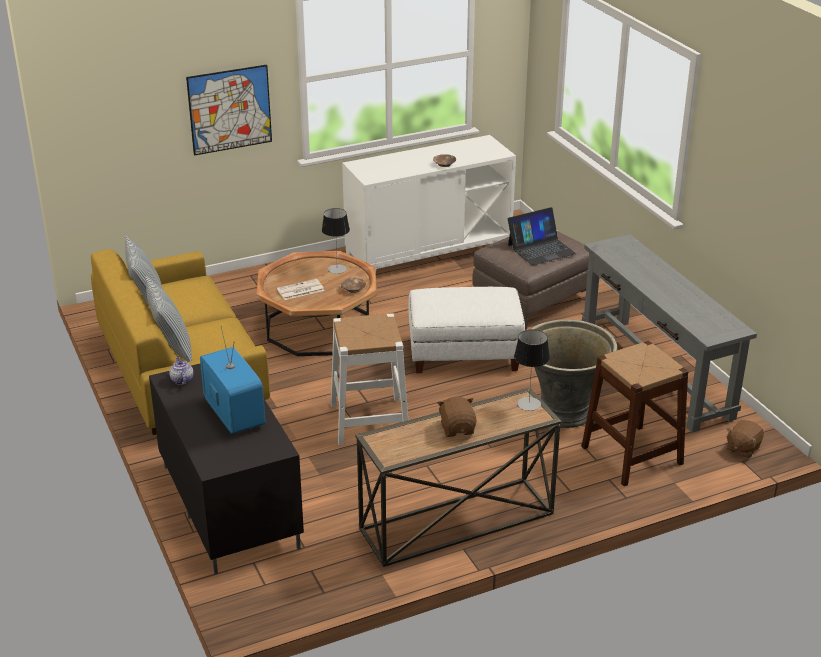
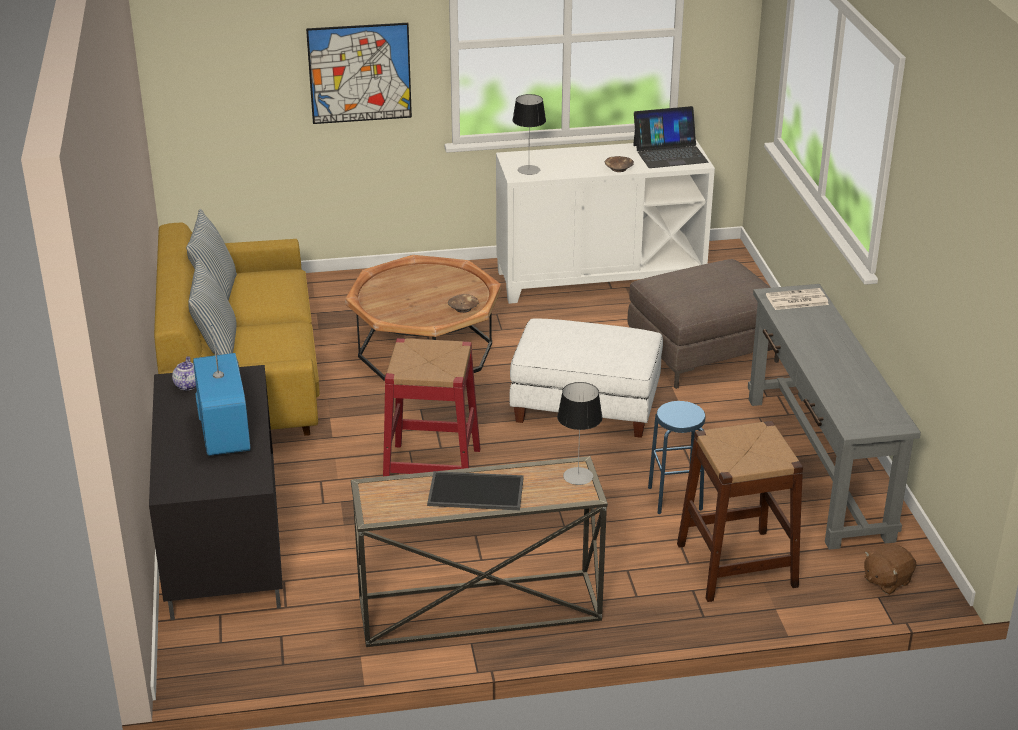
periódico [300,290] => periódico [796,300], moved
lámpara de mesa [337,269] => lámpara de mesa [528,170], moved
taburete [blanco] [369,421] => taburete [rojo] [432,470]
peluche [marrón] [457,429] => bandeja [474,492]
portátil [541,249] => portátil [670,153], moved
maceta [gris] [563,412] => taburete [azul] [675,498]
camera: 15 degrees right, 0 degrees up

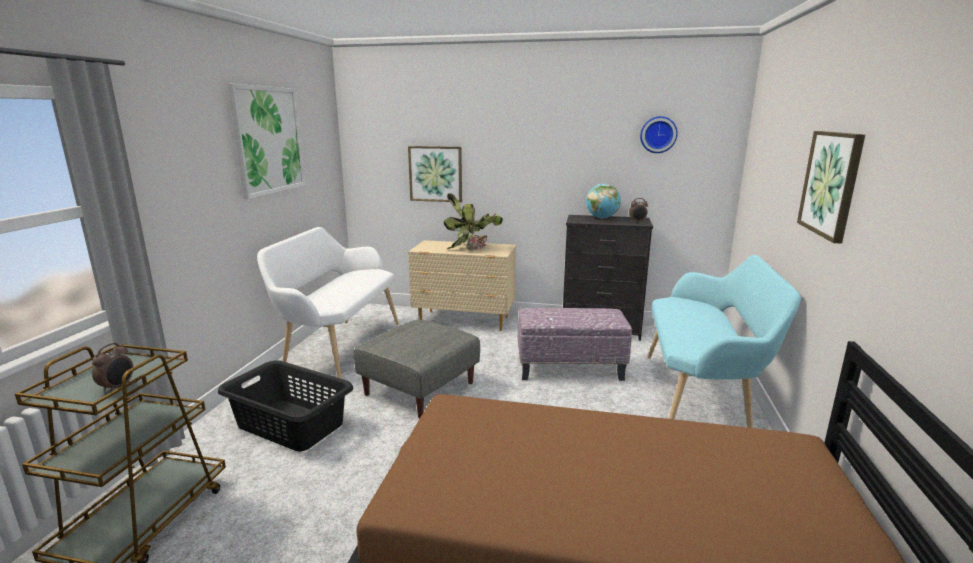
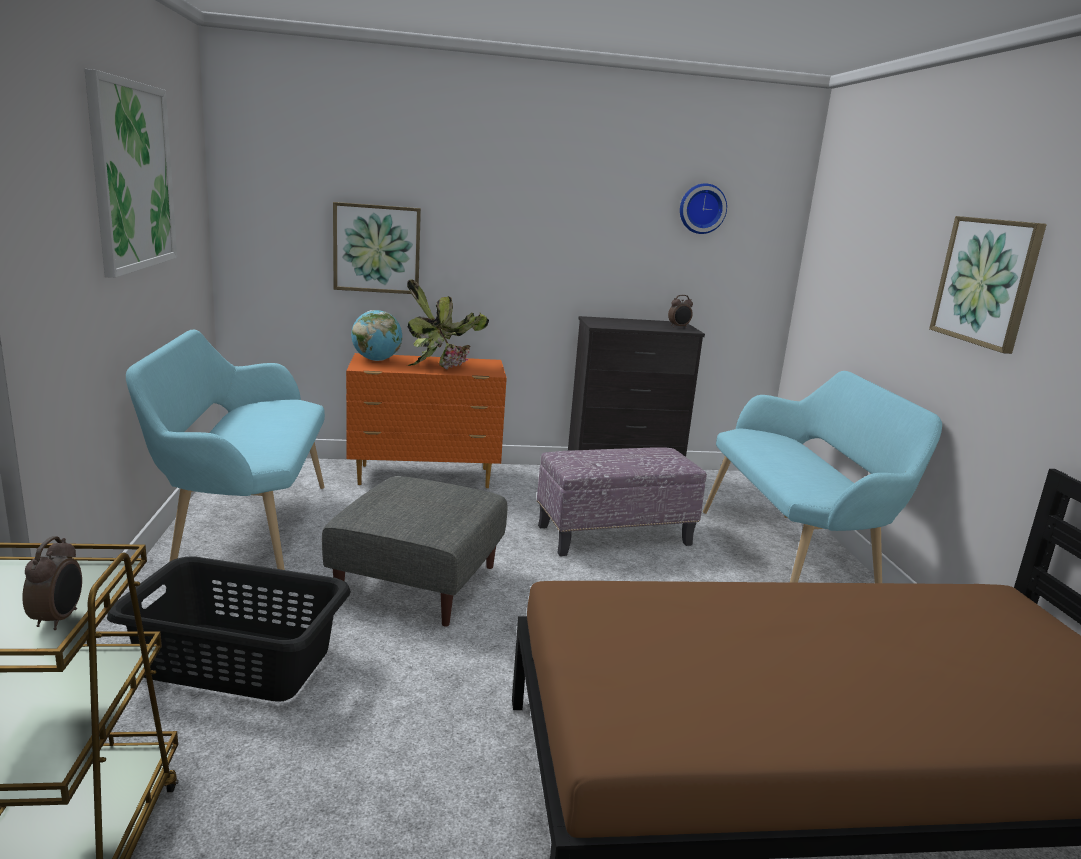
banco [blanco] [339,347] => banco [turquesa] [244,530]
cómoda [beis] [465,321] => cómoda [naranja] [426,477]
globo terráqueo [602,218] => globo terráqueo [376,360], moved
camera: 20 degrees left, 0 degrees up

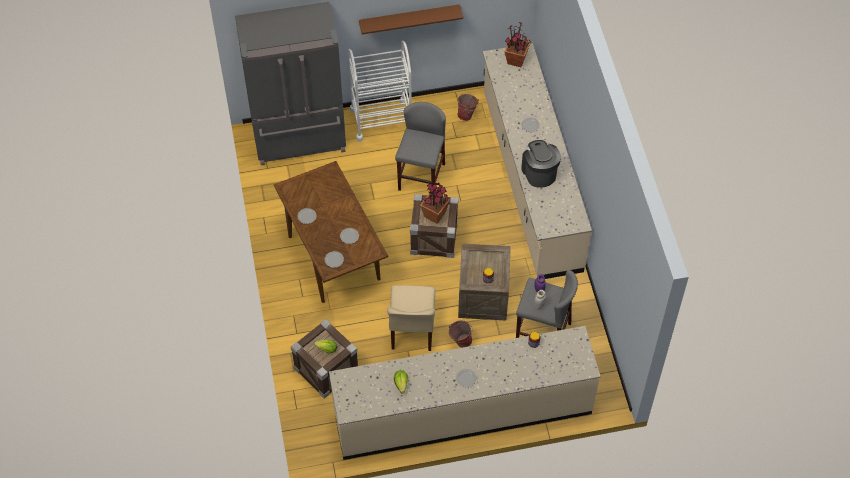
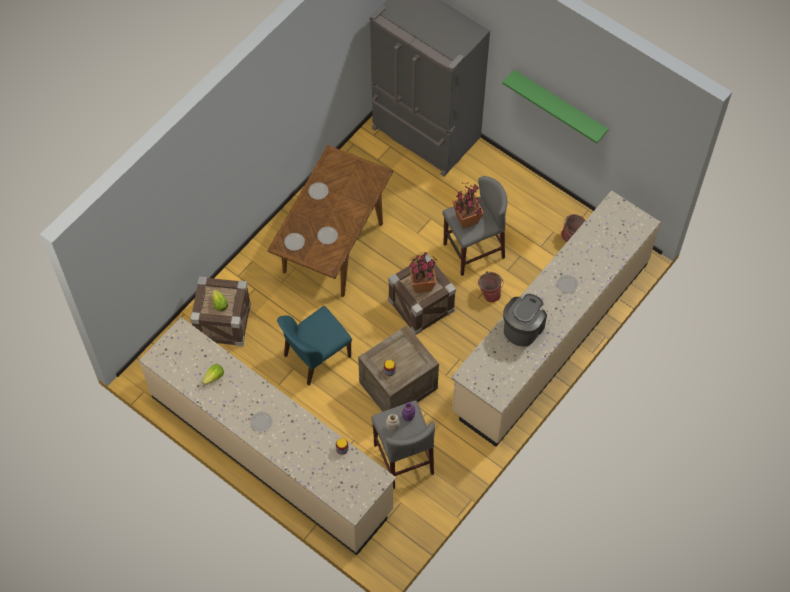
carrito [blanco] [381,120] => nothing
estante [marrón] [409,19] => estante [verde] [559,105]
silla [beis] [412,330] => silla [azul] [316,357]
cubo [460,341] => cubo [489,293], moved
planta en maceta [516,60] => planta en maceta [466,219], moved
camera: 50 degrees right, 5 degrees up

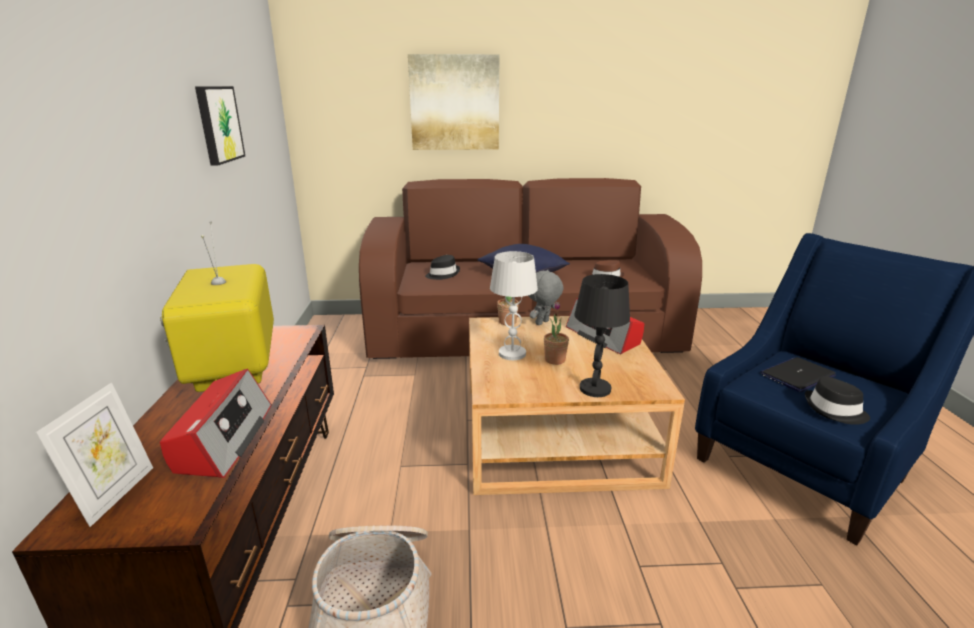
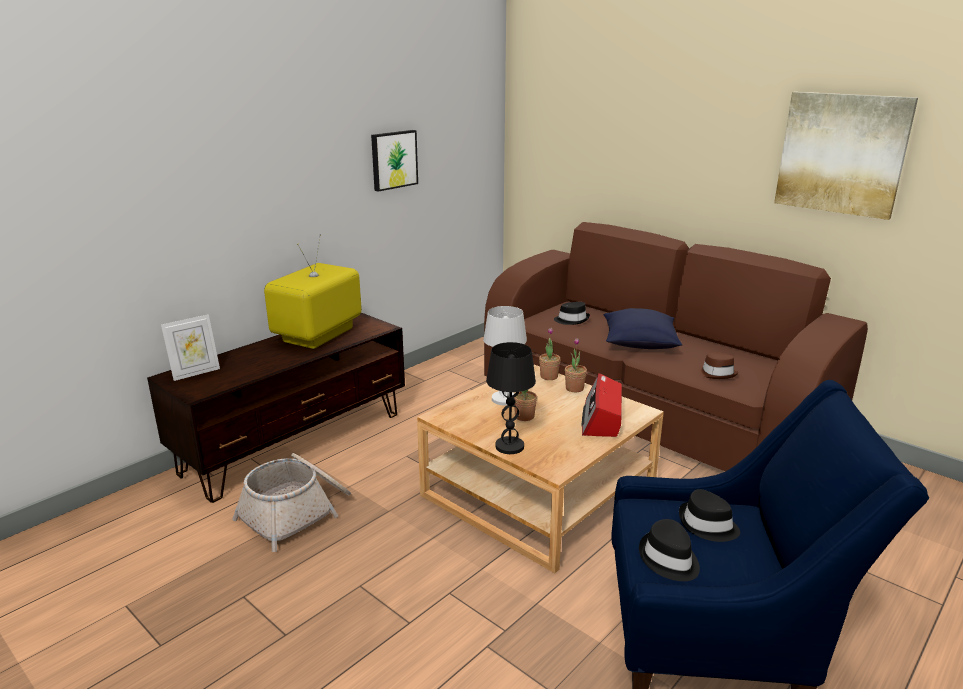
radio [223,438] => nothing
cuadro [454,103] => cuadro [841,154], moved
peluche [gris] [543,323] => planta en maceta [574,388]
portátil [797,375] => sombrero [negro] [707,525]
camera: 45 degrees right, 0 degrees up

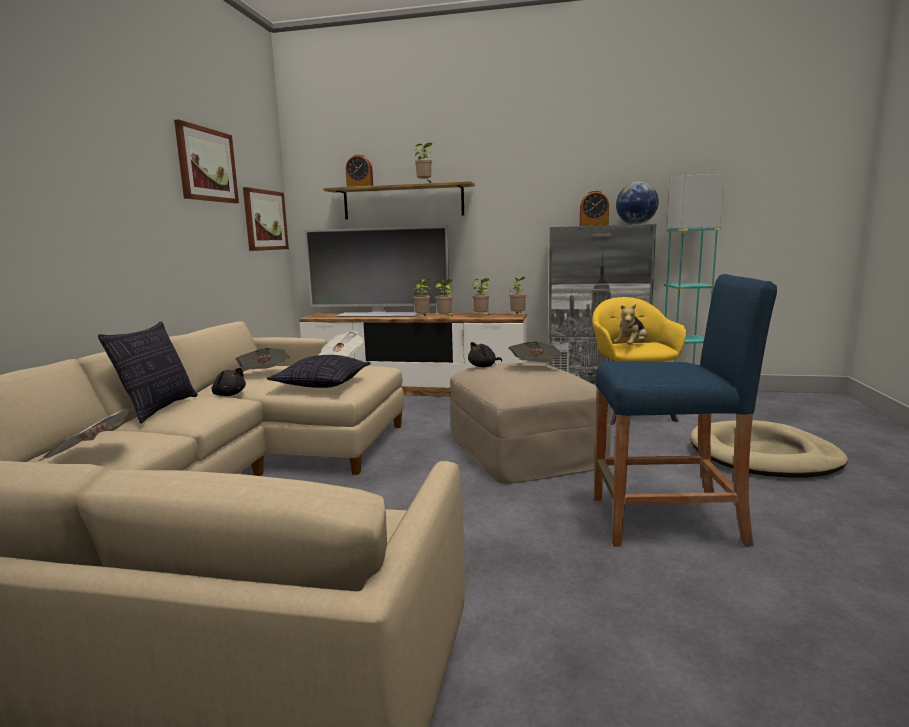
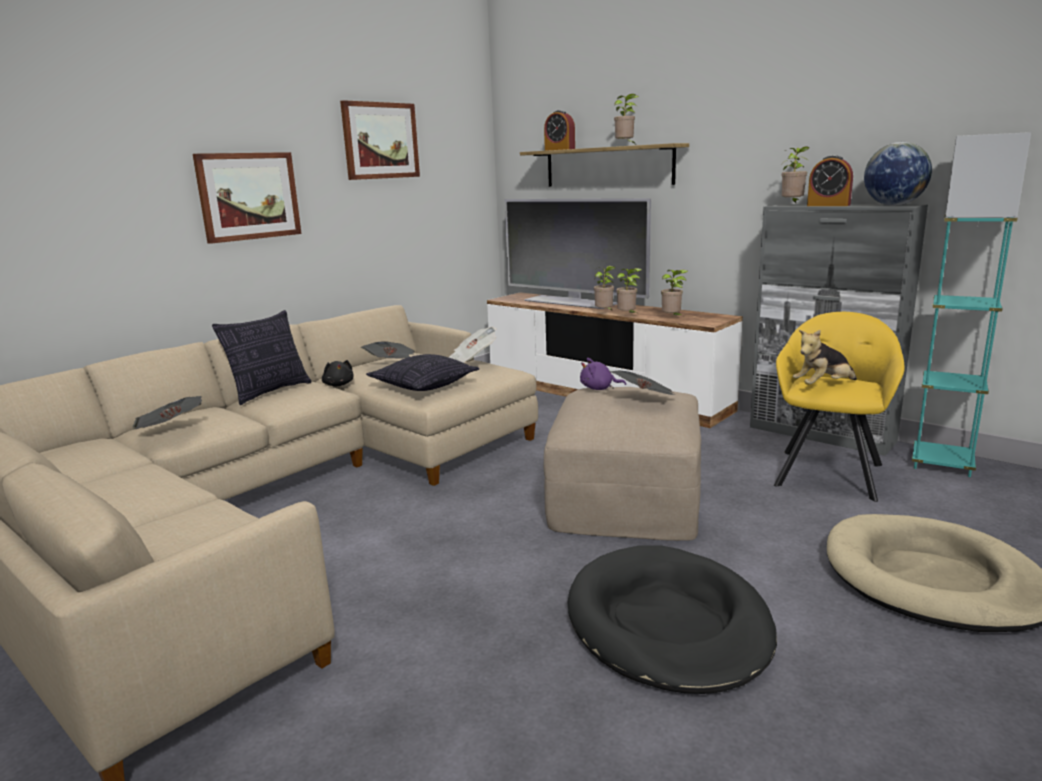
cuadro [265,220] => cuadro [249,196], moved
peluche [negro] [484,366] => peluche [morado] [599,388]
planta en maceta [518,316] => planta en maceta [792,205], moved
taburete [azul] [666,521] => cama para perro [negro] [668,624]
camera: 30 degrees right, 5 degrees up

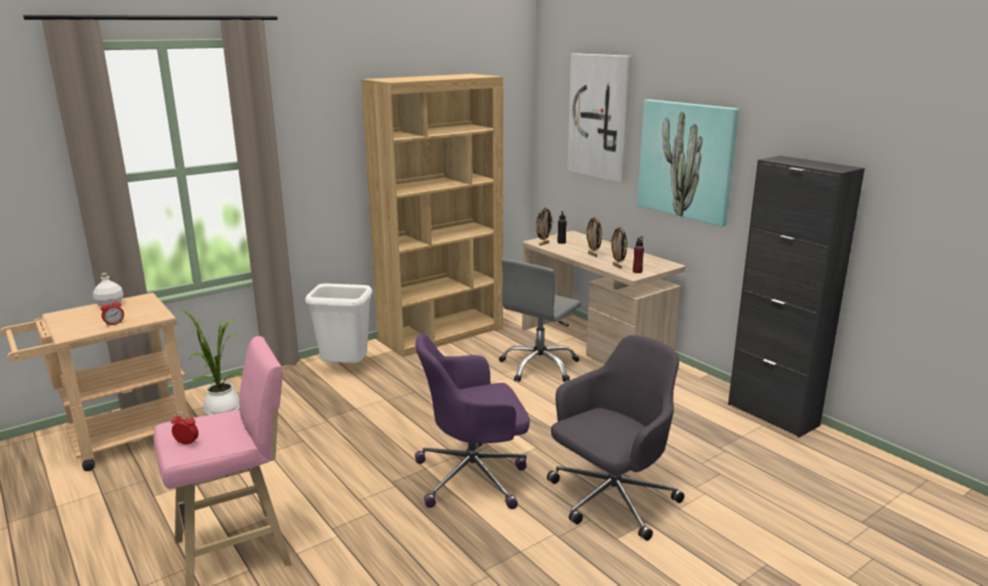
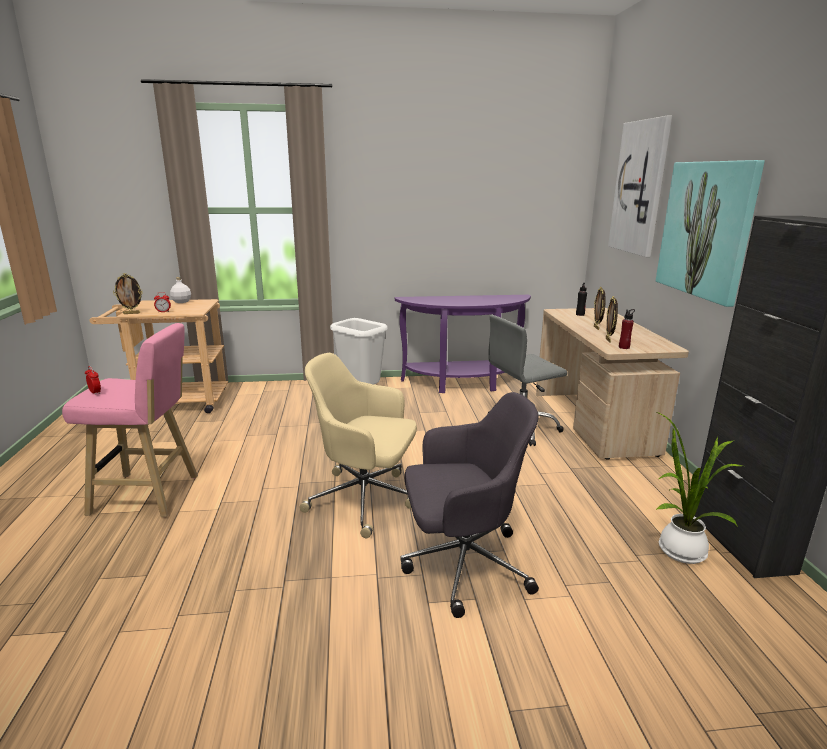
planta en maceta [220,409] => planta en maceta [678,549], moved
estantería [marrón] [441,334] => mesa consola [morado] [463,384]
silla de oficina [morado] [474,476] => silla de oficina [beis] [365,499]
portarretratos [543,244] => portarretratos [132,313], moved
camera: 30 degrees right, 0 degrees up

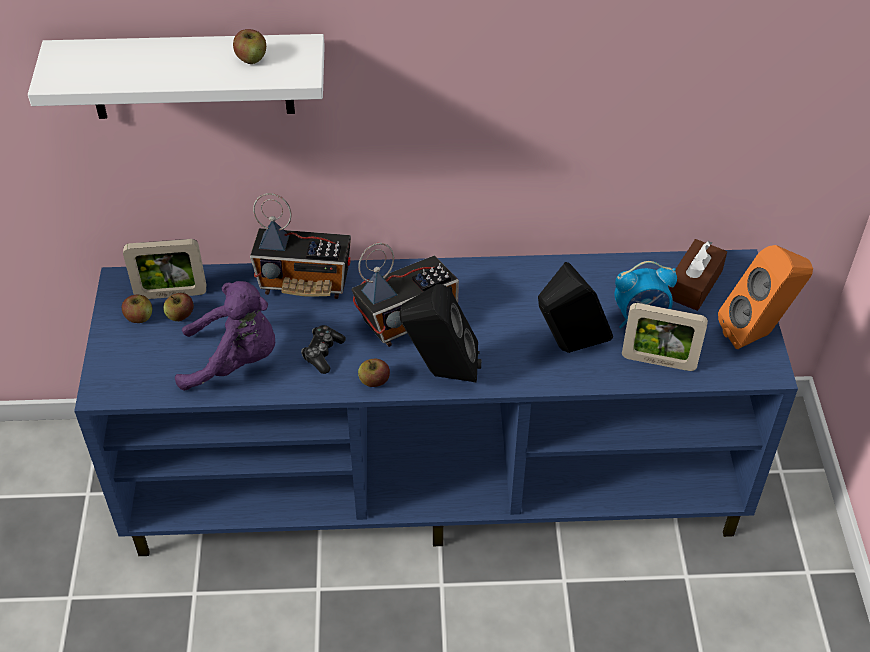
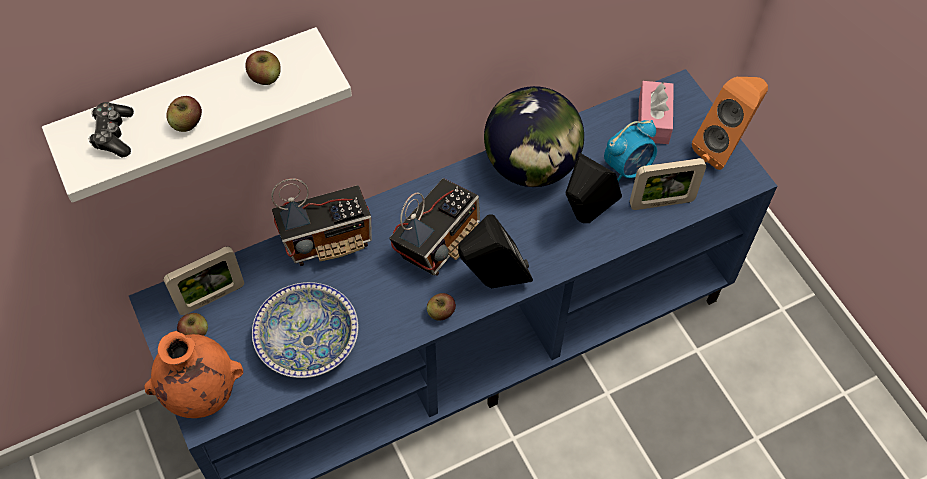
manzana [180,315] => manzana [187,123], moved
peluche [morado] [235,361] => cuenco [308,341]
mando de consola [322,353] => mando de consola [114,134], moved
caja de pañuelos [marrón] [694,284] => caja de pañuelos [rosa] [653,120]
nothing => florero [naranja] [202,396]
nothing => globo terráqueo [531,166]
camera: 25 degrees left, 10 degrees up

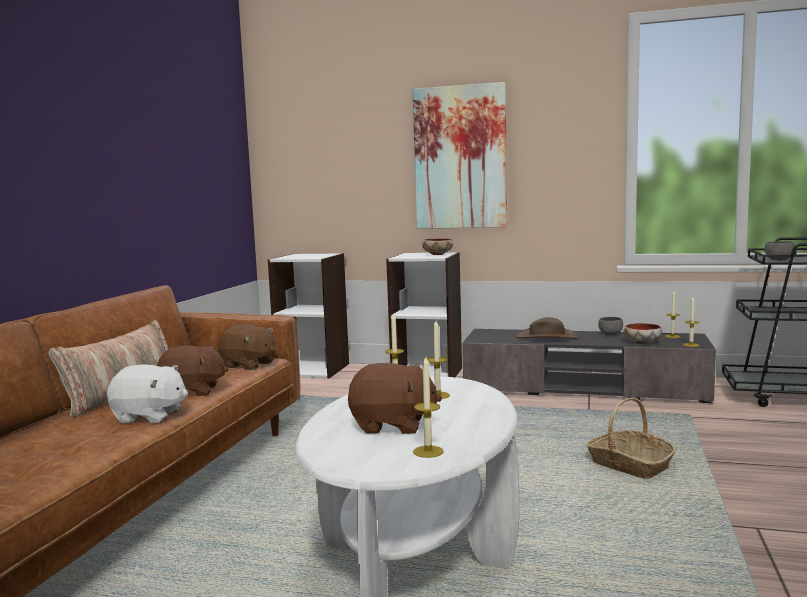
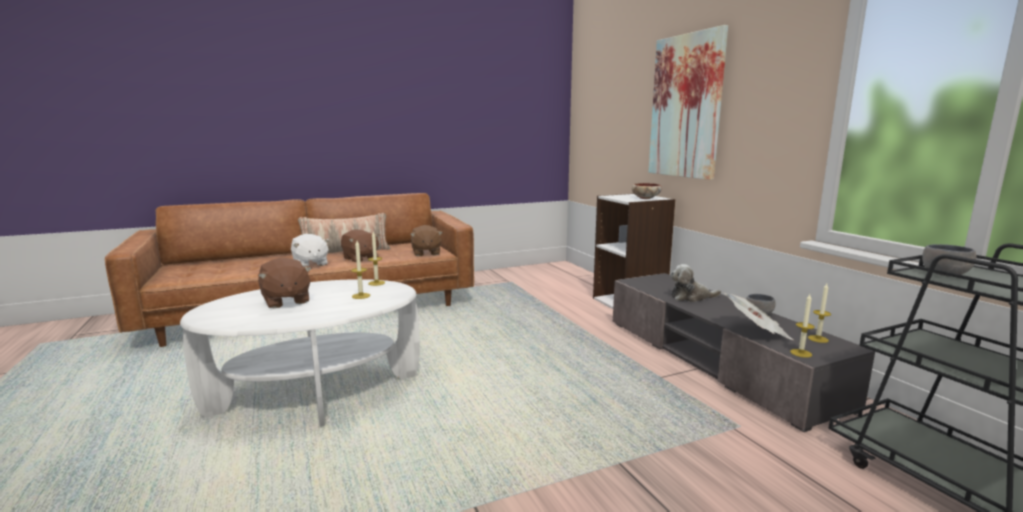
estantería [blanco] [313,369] => nothing
vela [428,451] => nothing
sombrero [marrón] [547,337] => peluche [691,297]
cesta [629,465] => nothing
cuenco [642,343] => periódico [756,332]
camera: 50 degrees right, 5 degrees up

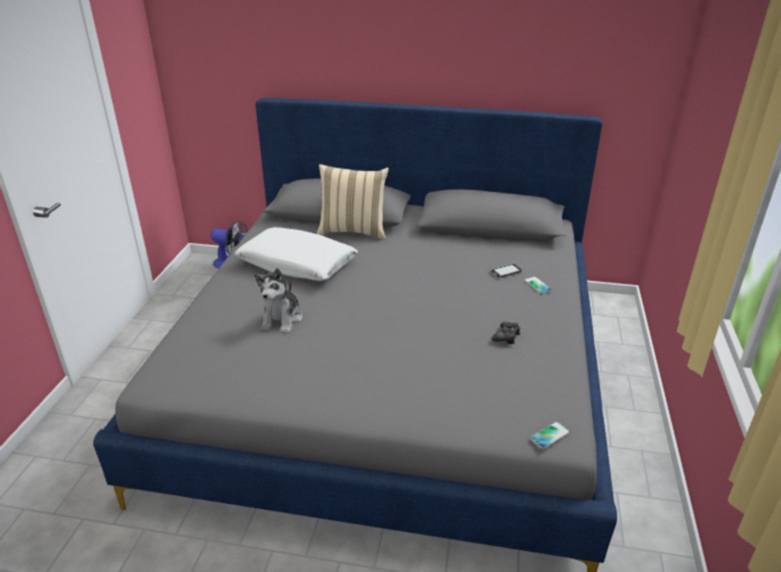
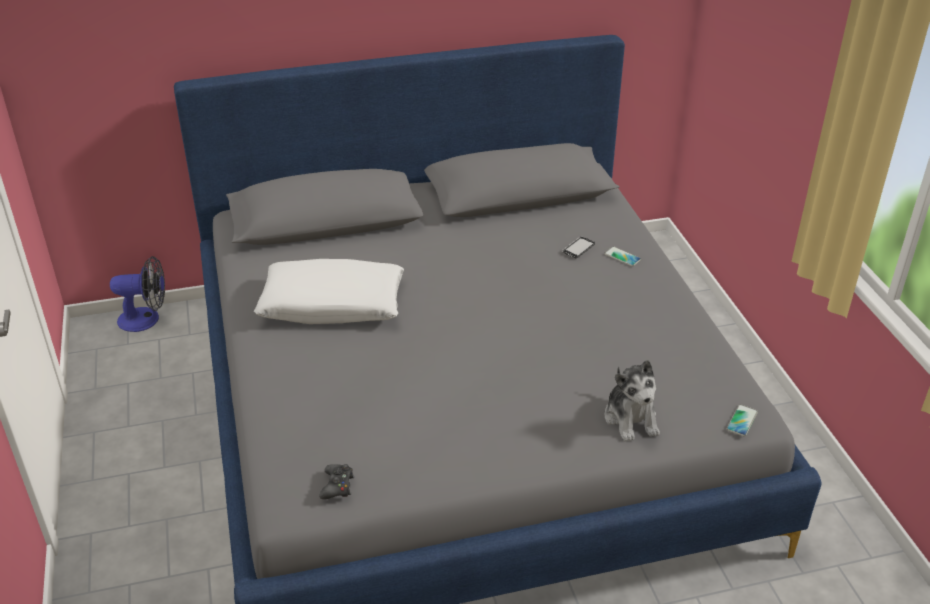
peluche [282,319] => peluche [631,419], moved
cojín [beis] [353,231] => nothing
mando de consola [negro] [506,336] => mando de consola [negro] [337,486], moved
camera: 25 degrees left, 5 degrees up

